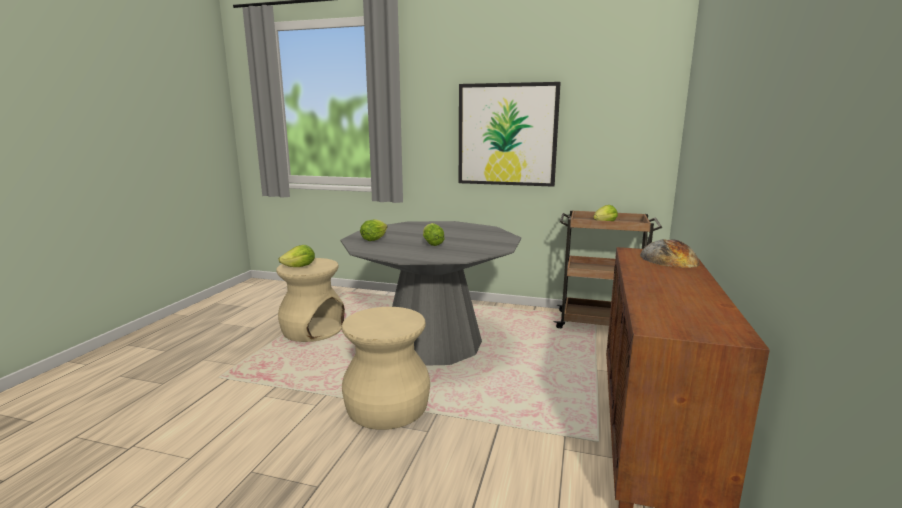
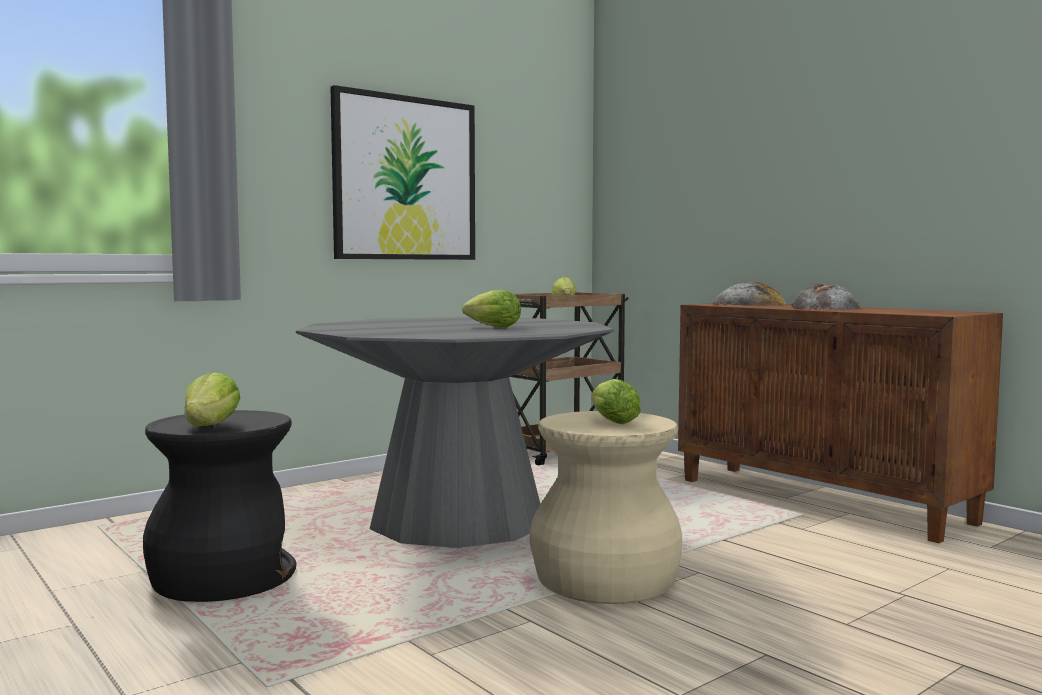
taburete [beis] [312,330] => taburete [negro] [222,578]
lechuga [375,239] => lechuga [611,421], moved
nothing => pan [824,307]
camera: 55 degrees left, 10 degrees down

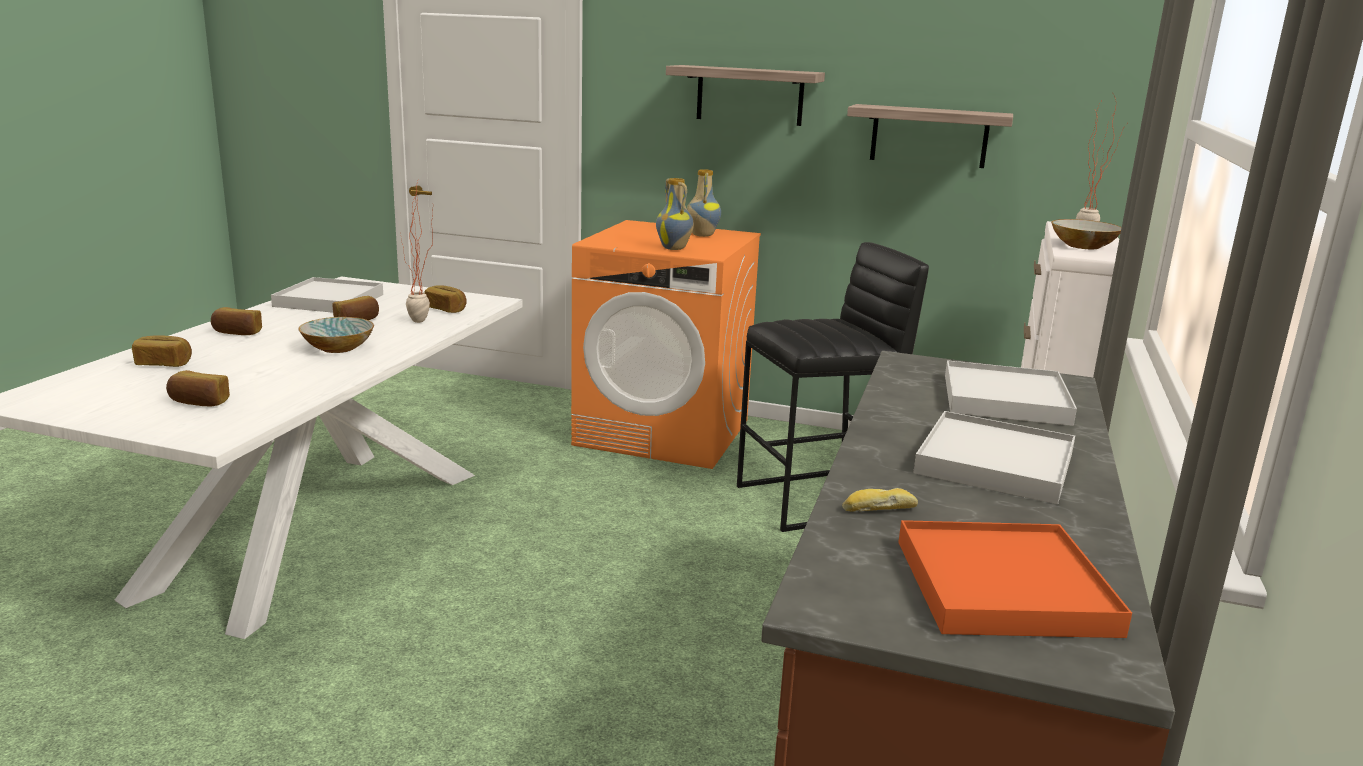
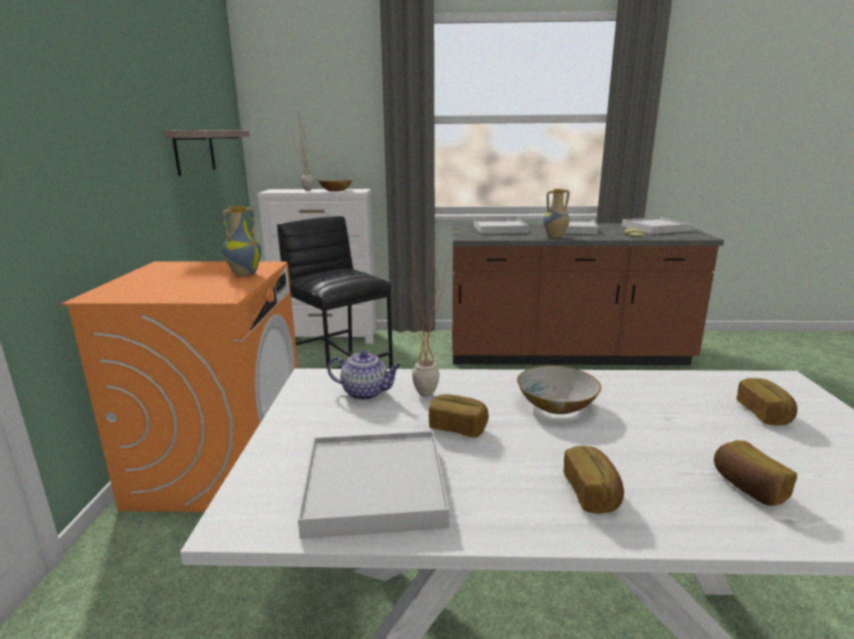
pan [446,309] => tetera [366,392]
estante [750,95] => nothing
florero [701,235] => florero [555,237], moved
bandeja [naranja] [1004,587] => bandeja [blanco] [655,228]
camera: 105 degrees left, 0 degrees up

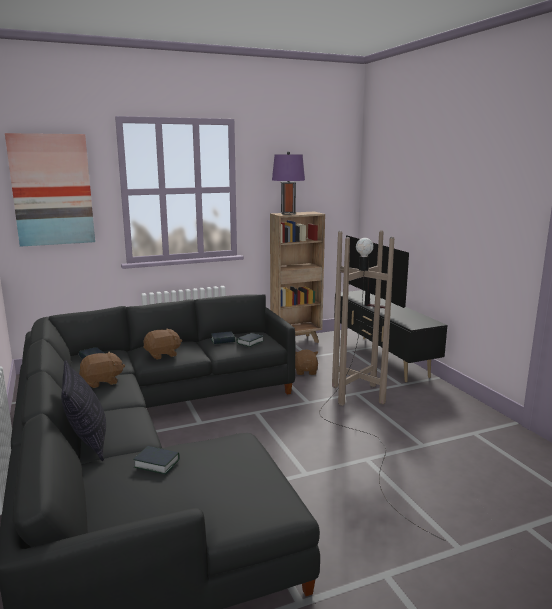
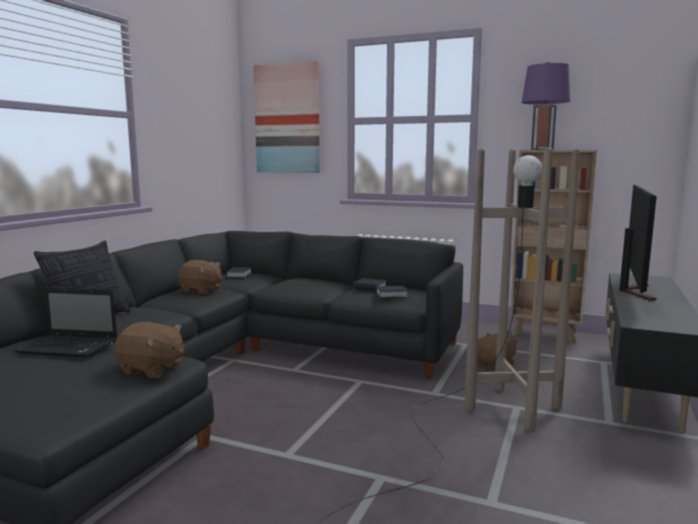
libro [157,463] => portátil [70,347]
peluche [marrón] [162,354] => peluche [marrón] [151,369], moved
camera: 45 degrees right, 5 degrees down

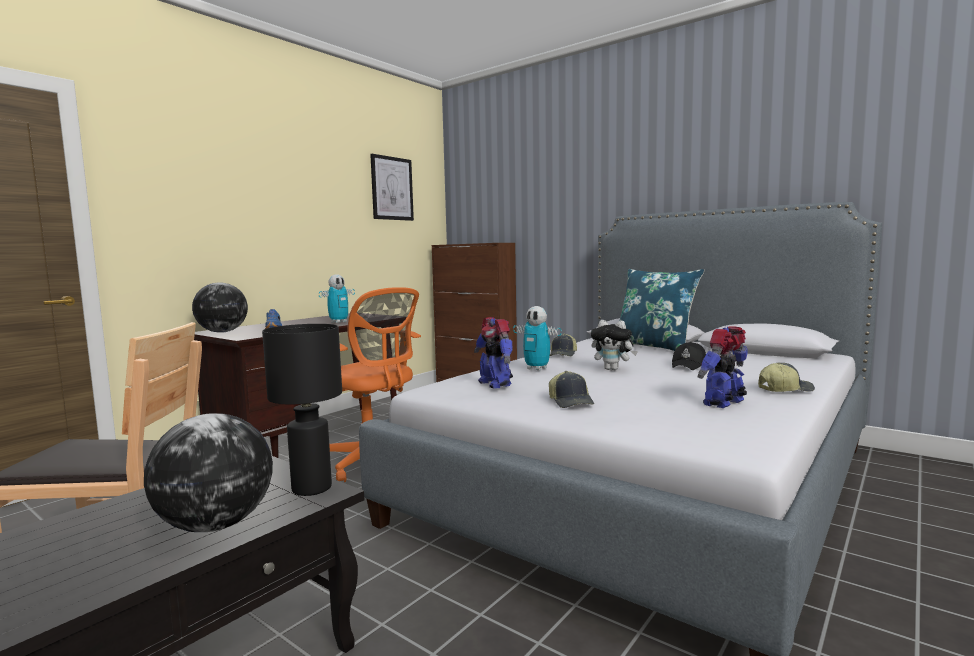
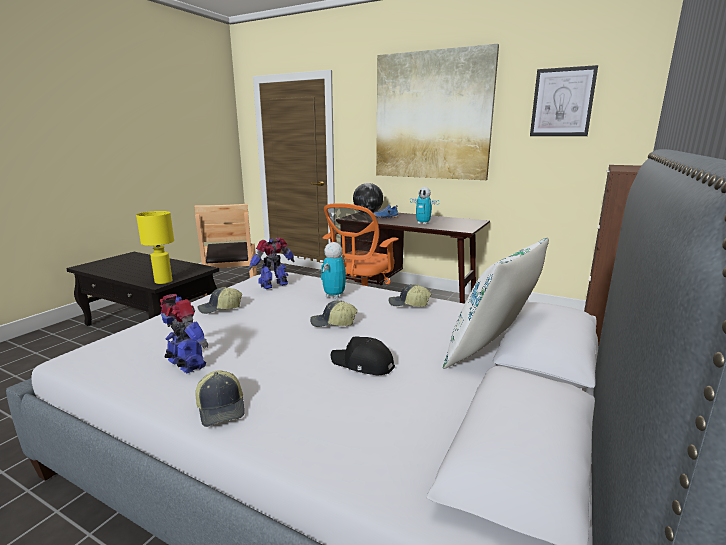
globo terráqueo [216,525] => nothing
lámpara de mesa [negro] [310,488] => lámpara de mesa [amarillo] [163,281]
peluche [613,369] => gorra [333,323]
cojín [azul] [654,347] => cojín [blanco] [492,352]
nothing => cuadro [432,116]
camera: 80 degrees right, 10 degrees up

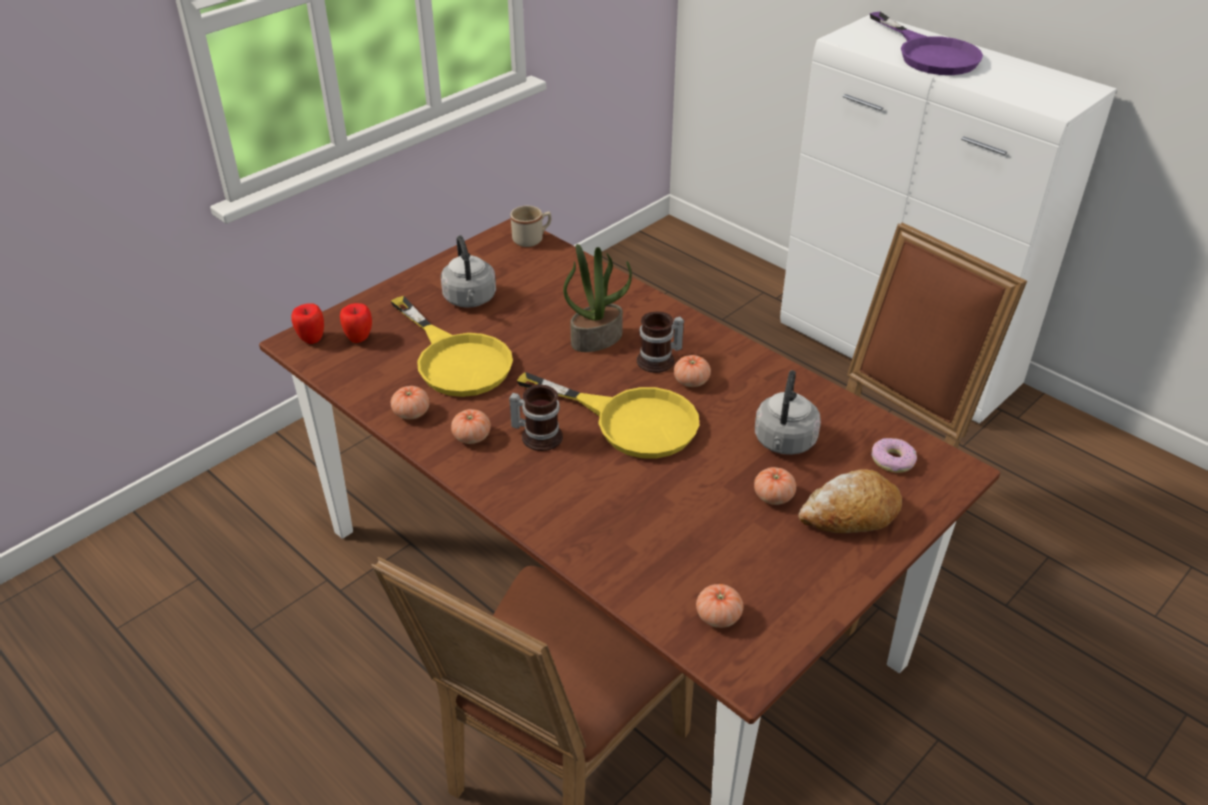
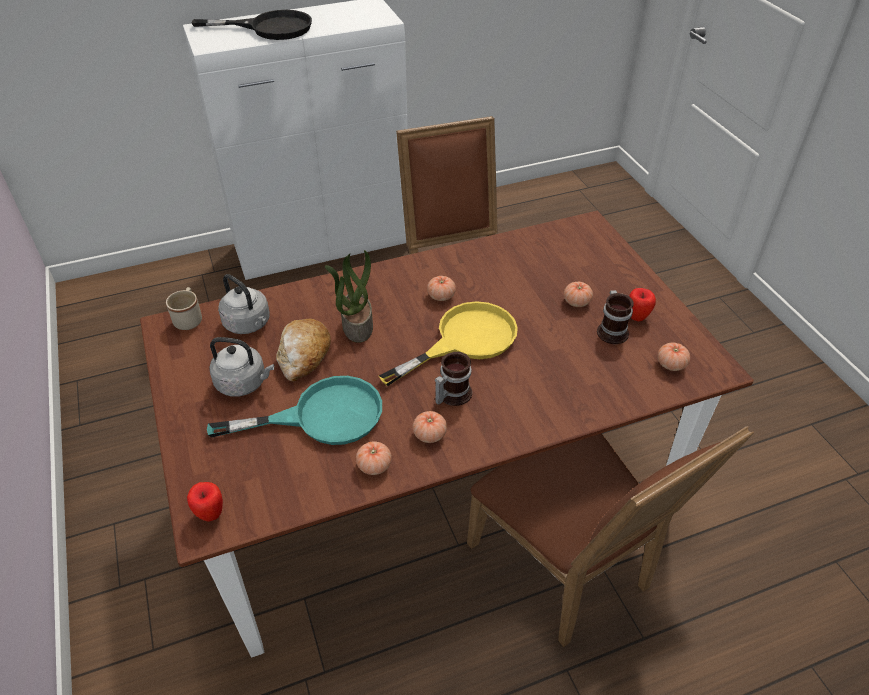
manzana [359,339] => manzana [637,317], moved
sartén [amarillo] [456,359] => sartén [turquesa] [321,416]
taza grande [660,361] => taza grande [613,330], moved
hervidor [gris] [784,443] => hervidor [gris] [249,324], moved
pan [849,515] => pan [303,356], moved
sartén [morado] [930,54] => sartén [negro] [270,28]
rosquilla [892,460] => nothing
camera: 65 degrees left, 5 degrees up

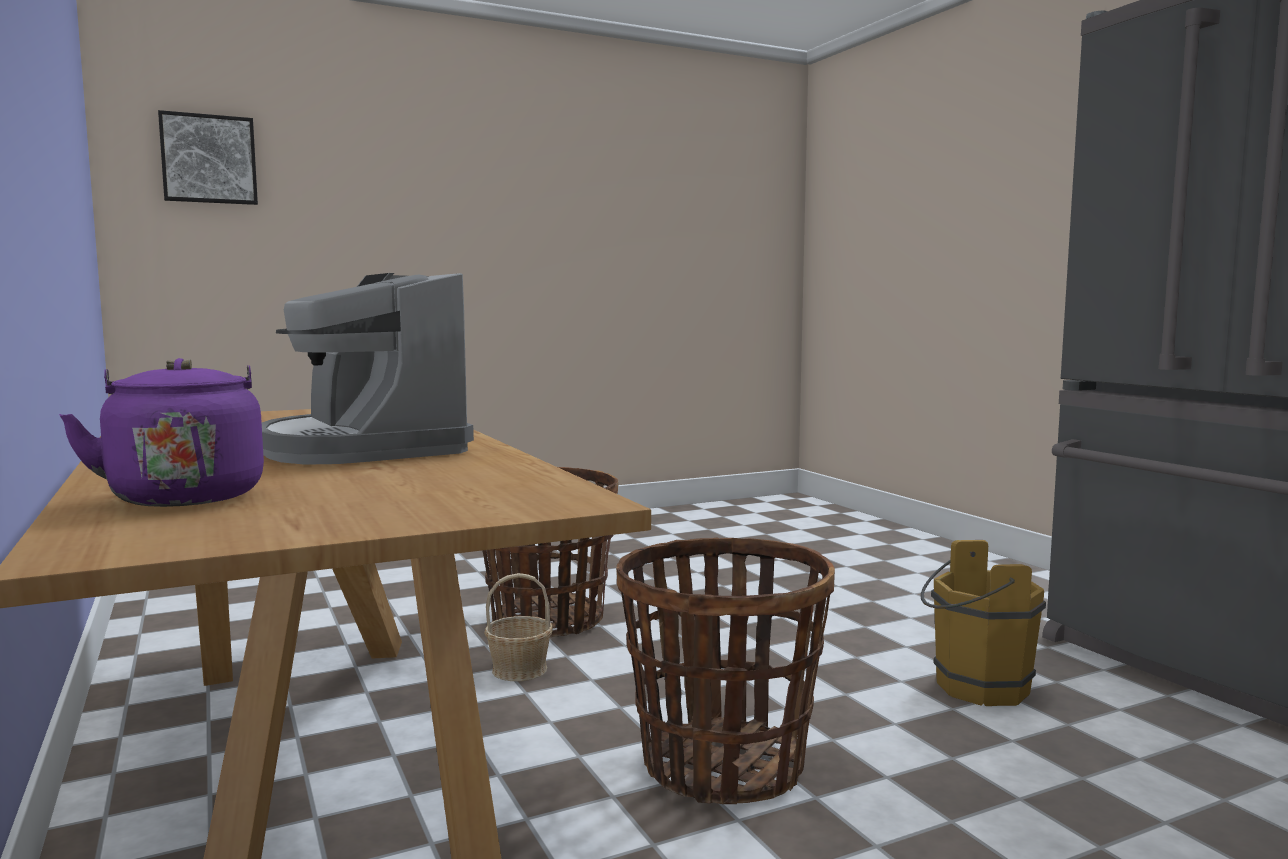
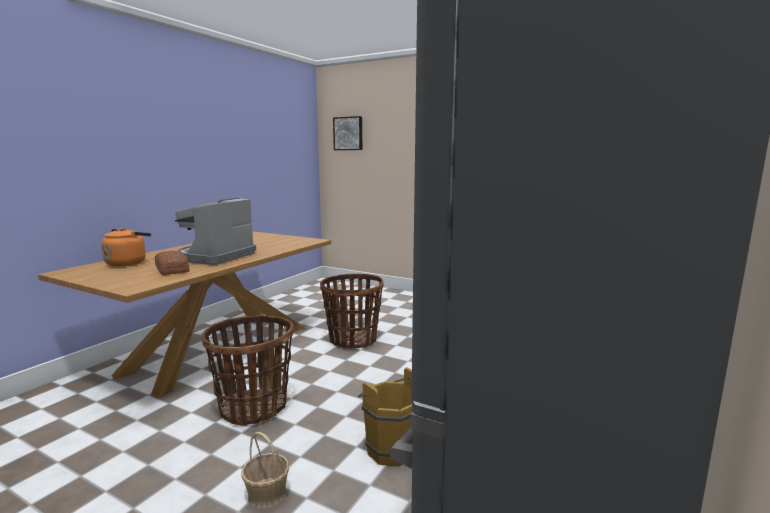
hervidor [morado] [185,496] => hervidor [naranja] [128,263]
cesta [520,670] => cesta [267,494], moved
nothing => pan [173,269]
camera: 55 degrees right, 5 degrees up

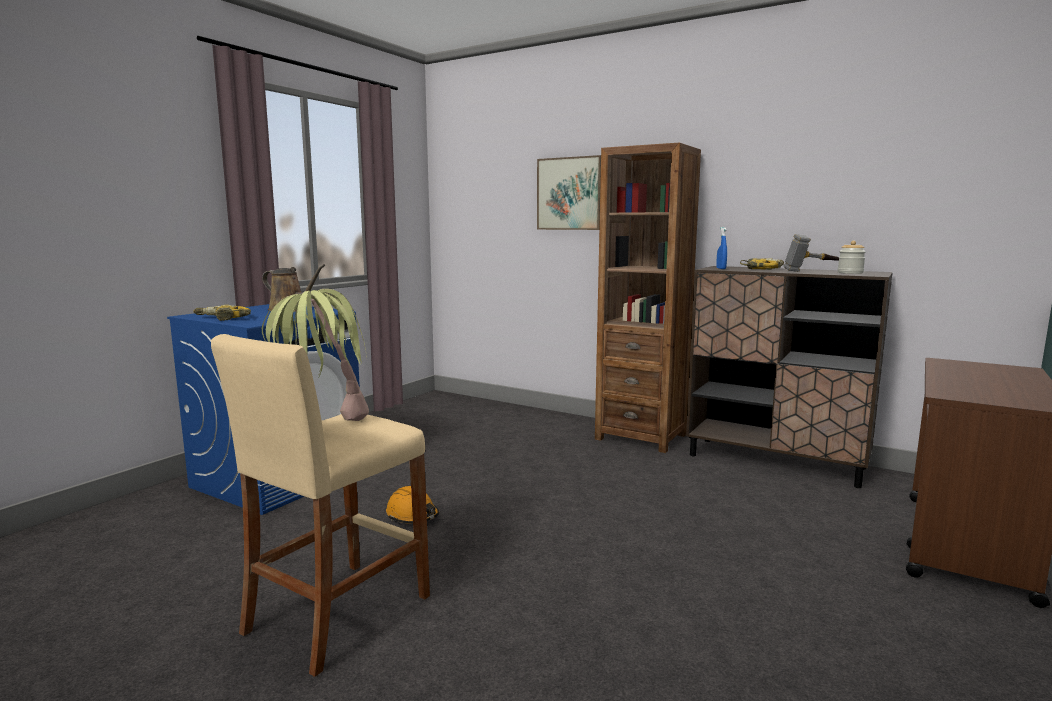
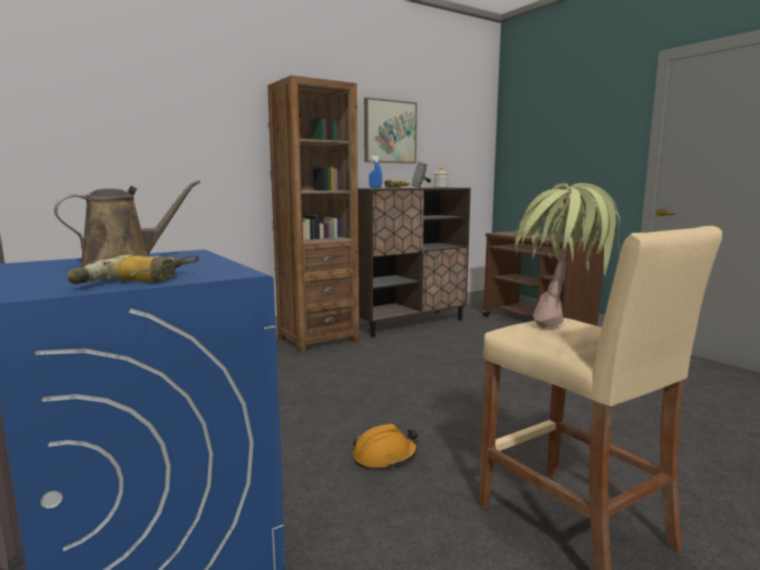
cuadro [569,194] => cuadro [389,132], moved
camera: 65 degrees left, 0 degrees up

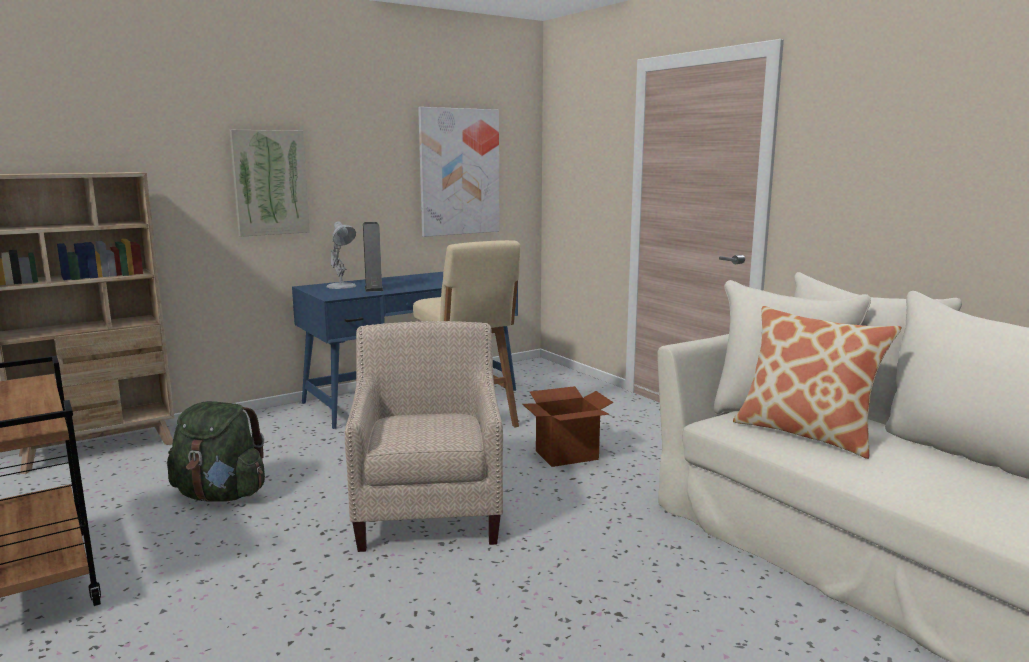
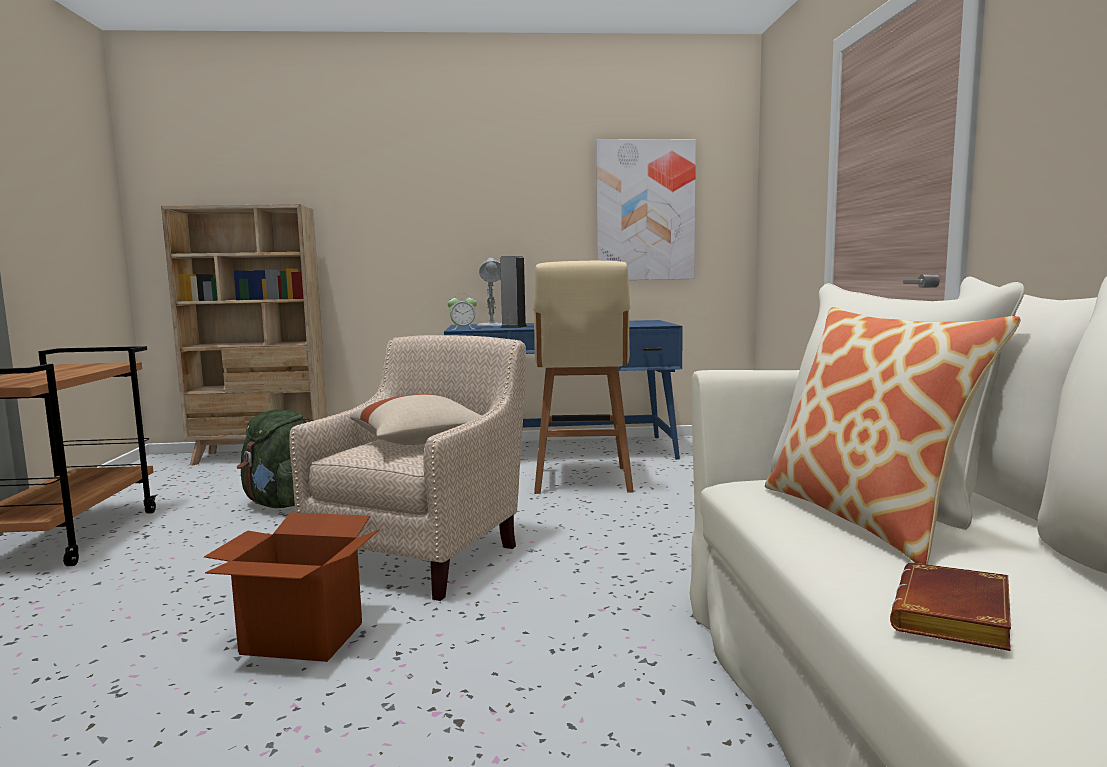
cuadro [270,182] => nothing
caja de cartón [566,455] => caja de cartón [301,639], moved
nothing => cojín [beis] [419,442]
nothing => despertador [463,329]
nothing => libro [marrón] [956,619]
camera: 30 degrees right, 5 degrees down

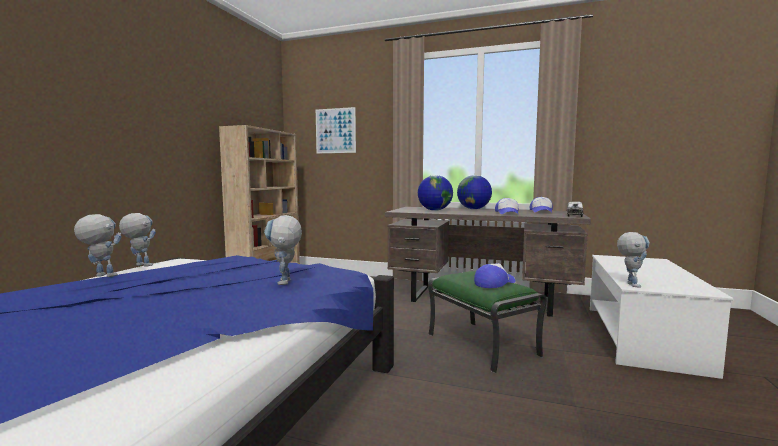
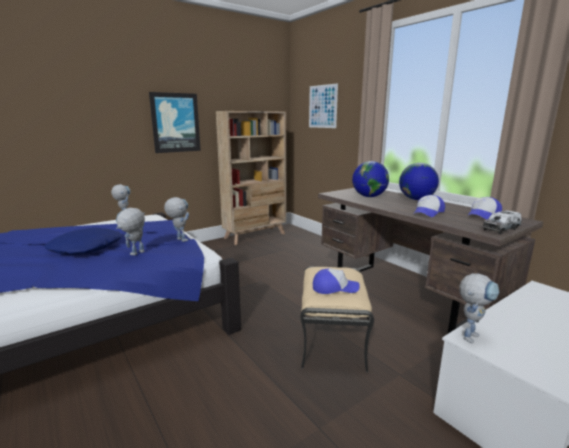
robot de juguete [100,276] => robot de juguete [179,239], moved
puf [verde] [480,344] => puf [beis] [331,338]
nothing => cojín [azul] [86,248]
nothing => cuadro [175,123]
camera: 35 degrees right, 10 degrees up

